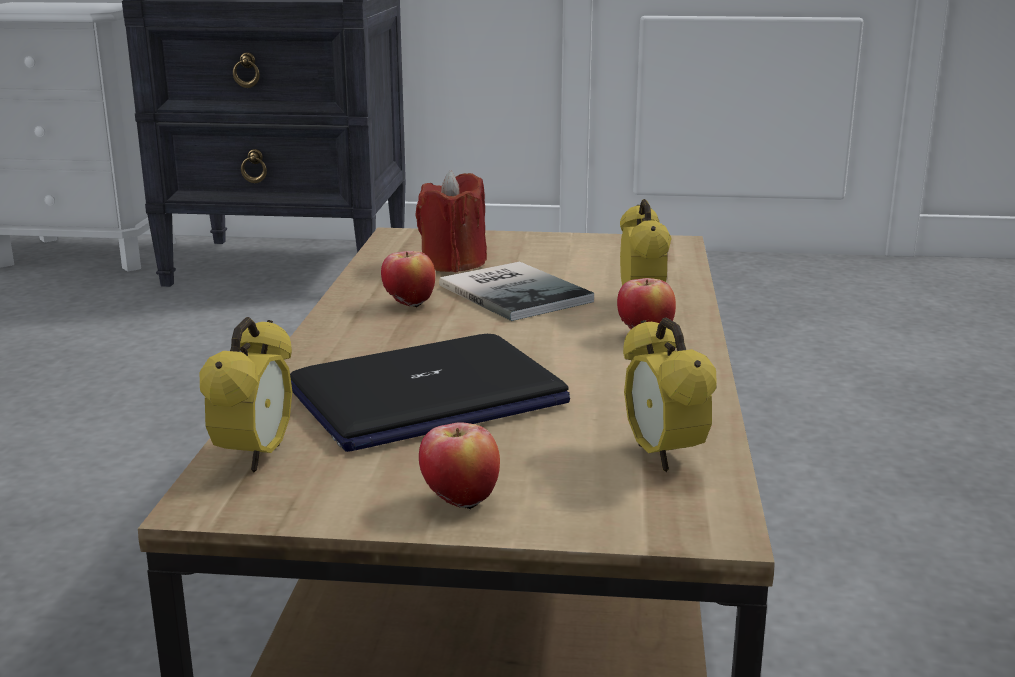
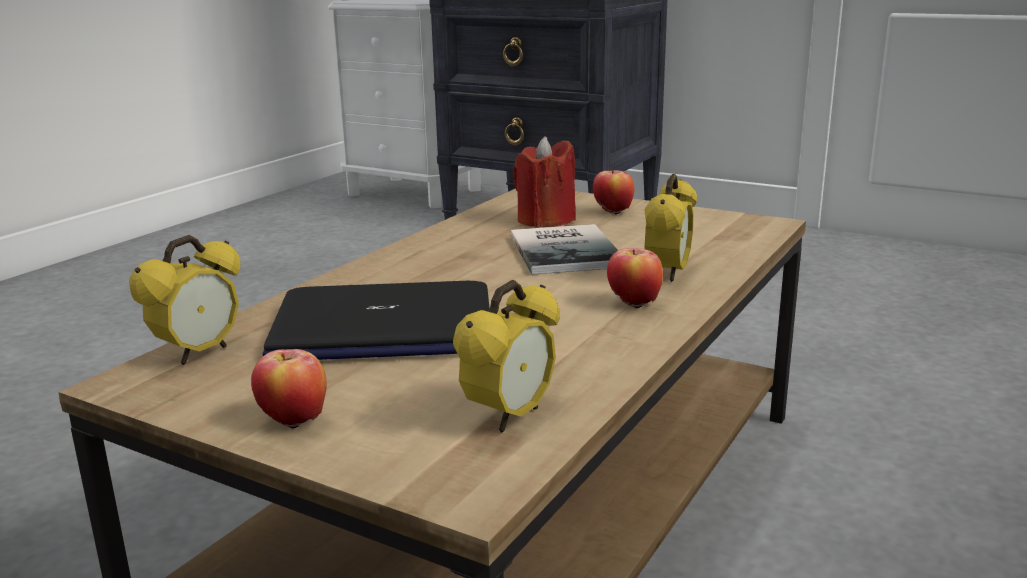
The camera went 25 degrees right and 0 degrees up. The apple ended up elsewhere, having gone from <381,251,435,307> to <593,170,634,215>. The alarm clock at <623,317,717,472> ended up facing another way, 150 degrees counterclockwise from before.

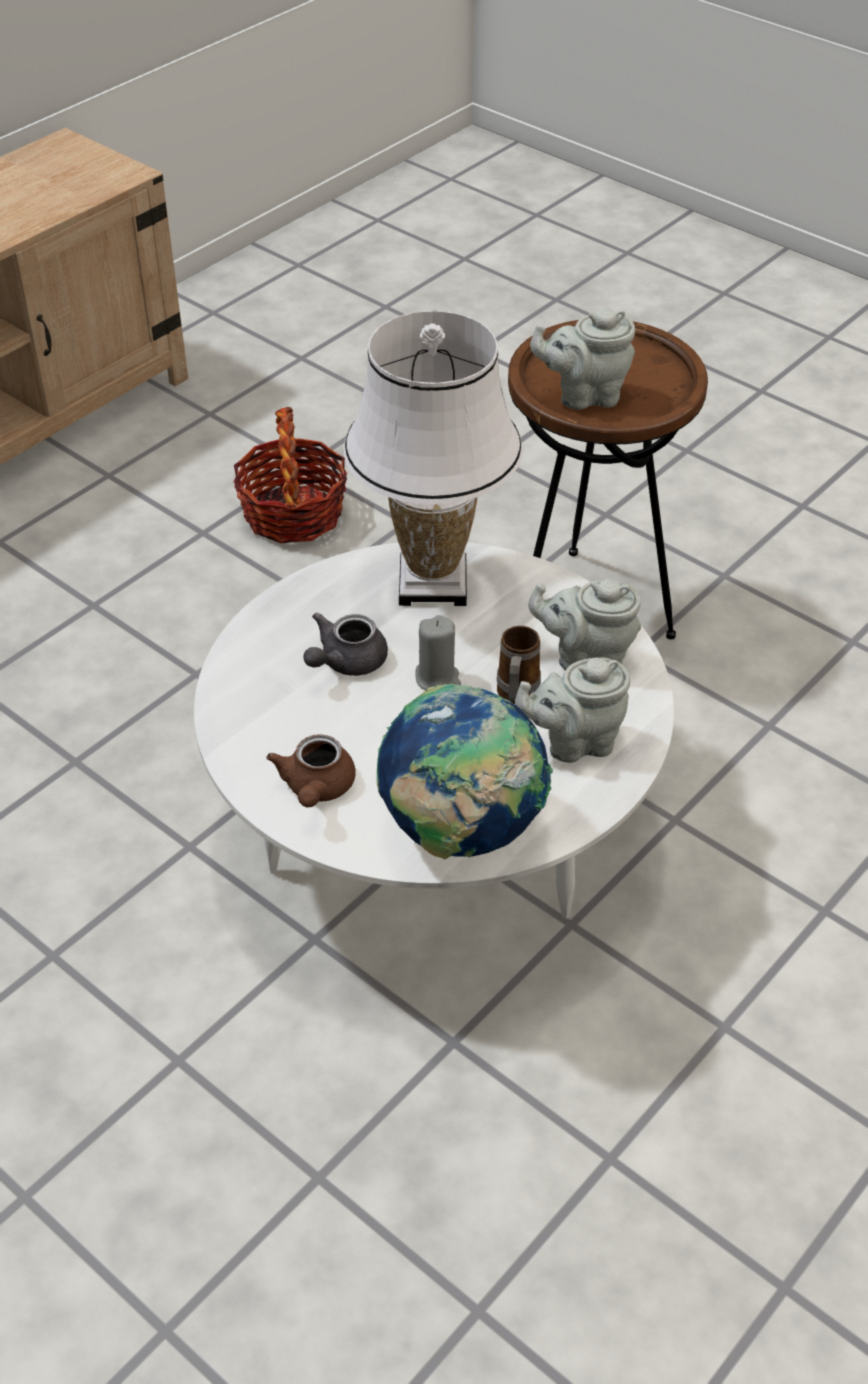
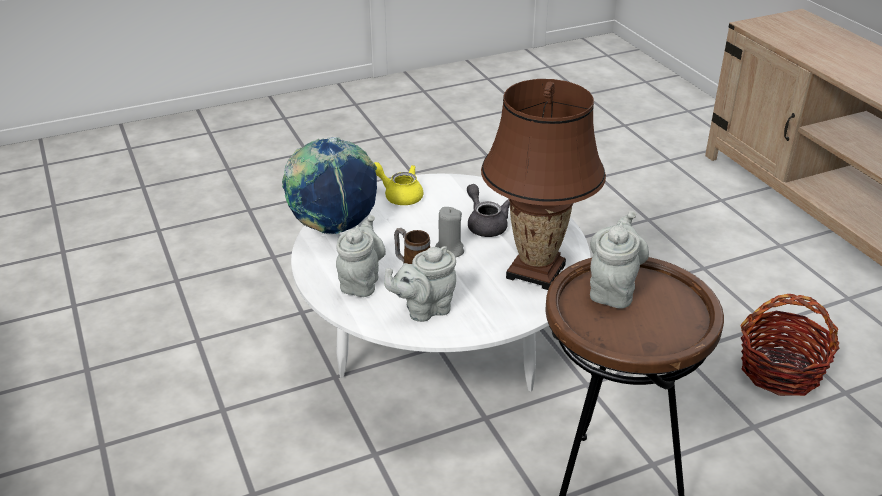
The camera went 115 degrees right and 10 degrees down. What was the teapot (brown) at <266,735,356,807> turned into the teapot (yellow) at <374,162,423,205>. What was the table lamp (white) at <343,311,523,606> turned into the table lamp (brown) at <481,79,606,290>. The teapot (grey) at <528,579,641,671> ended up facing another way, 150 degrees counterclockwise from before.

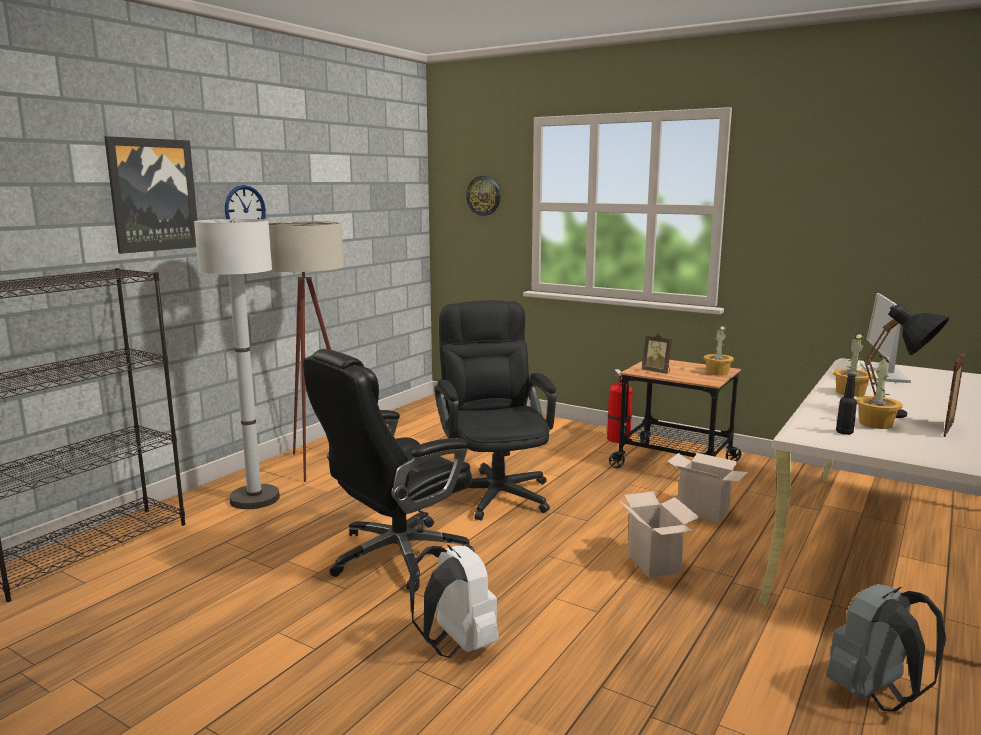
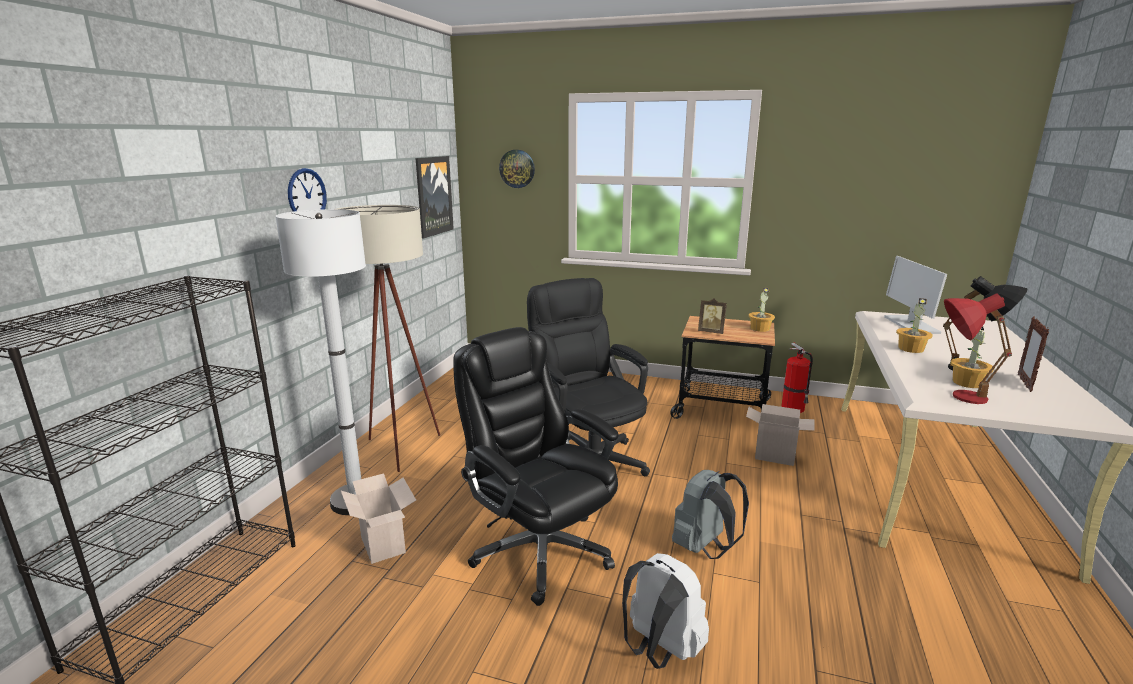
The camera went 15 degrees left and 5 degrees up. The picture ended up elsewhere, having gone from <104,136,197,254> to <416,156,454,238>. The fire extinguisher ended up elsewhere, having gone from <607,369,633,443> to <781,343,813,413>. The cardboard box ended up elsewhere, having gone from <618,492,700,578> to <341,473,416,564>. The backpack (grey) ended up elsewhere, having gone from <826,584,946,711> to <672,470,749,559>. Where the bottle (black) stood at <836,374,857,435>, the table lamp (red) came to stand at <944,293,1012,404>. The office chair (black) at <303,349,475,592> ended up facing another way, 105 degrees clockwise from before.

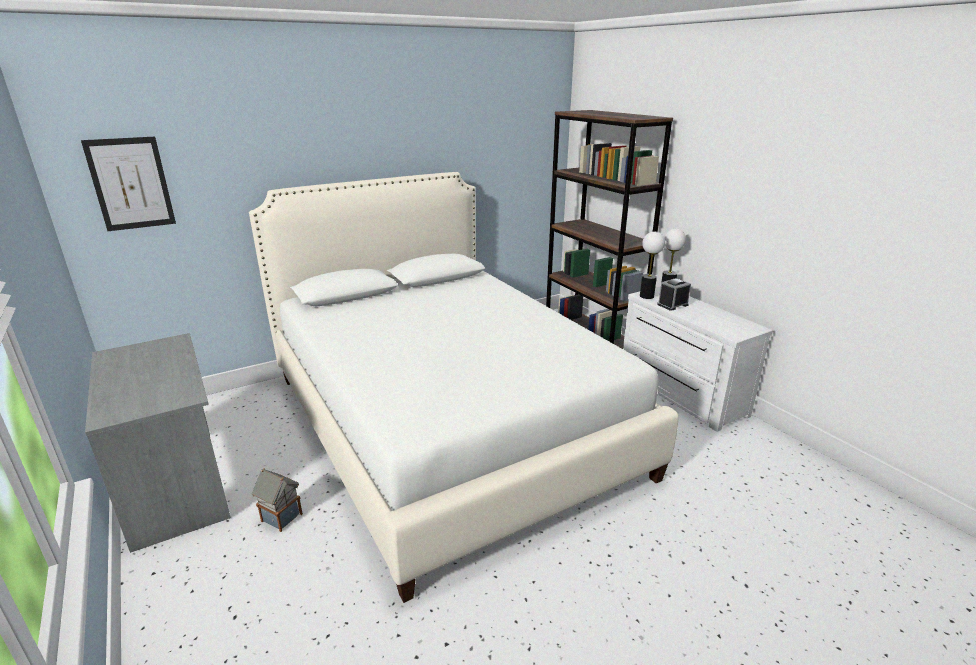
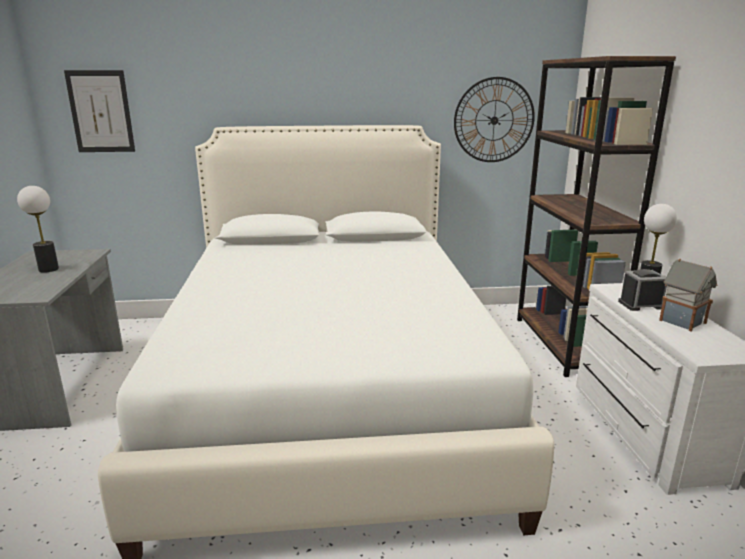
The camera went 25 degrees right and 5 degrees down. The second view gained the wall clock at <454,77,535,162>. The toy house ended up elsewhere, having gone from <252,468,303,532> to <659,259,717,332>. The table lamp ended up elsewhere, having gone from <640,232,665,299> to <17,186,59,273>.

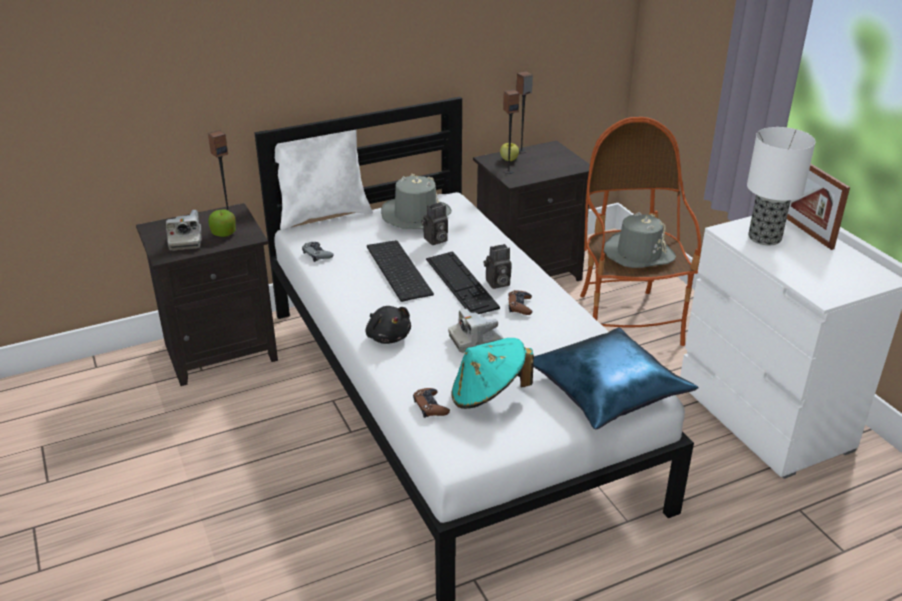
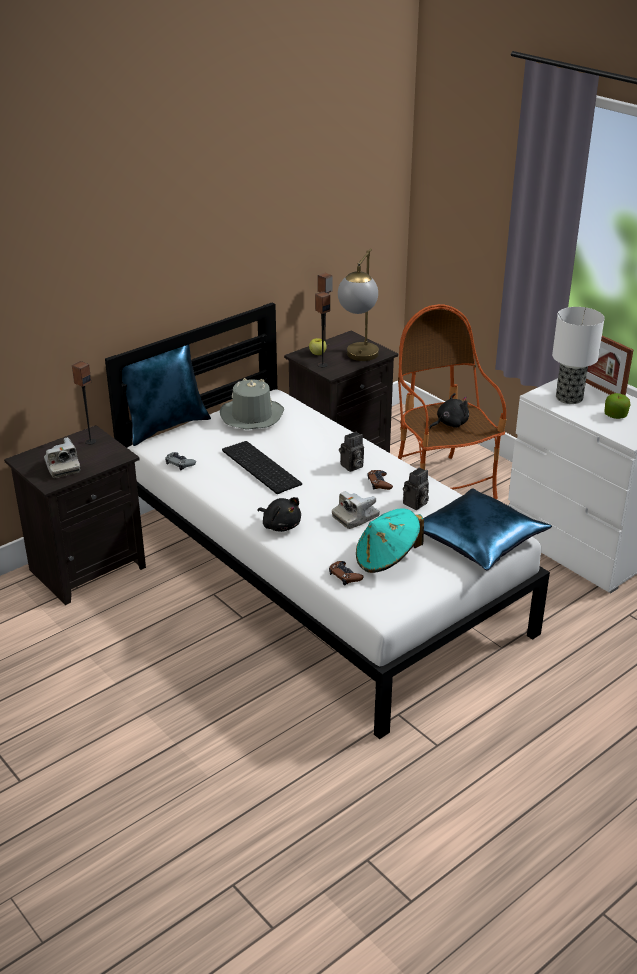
The camera went 15 degrees left and 0 degrees up. The second view lost the keyboard at <426,251,500,314>. The second view gained the table lamp at <338,248,379,361>. The apple ended up elsewhere, having gone from <208,209,236,237> to <604,393,631,419>. The photo camera ended up elsewhere, having gone from <421,202,448,245> to <403,468,429,510>. Where the hat (grey) stood at <604,212,676,268>, the plush toy (black) came to stand at <429,393,469,429>. What was the pillow (white) at <275,129,373,230> turned into the pillow (blue) at <122,345,211,446>.

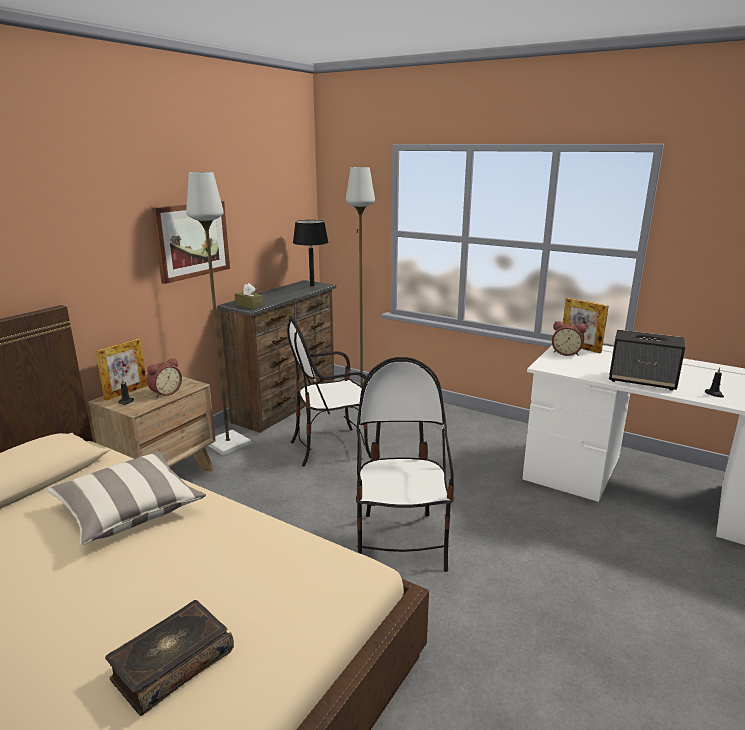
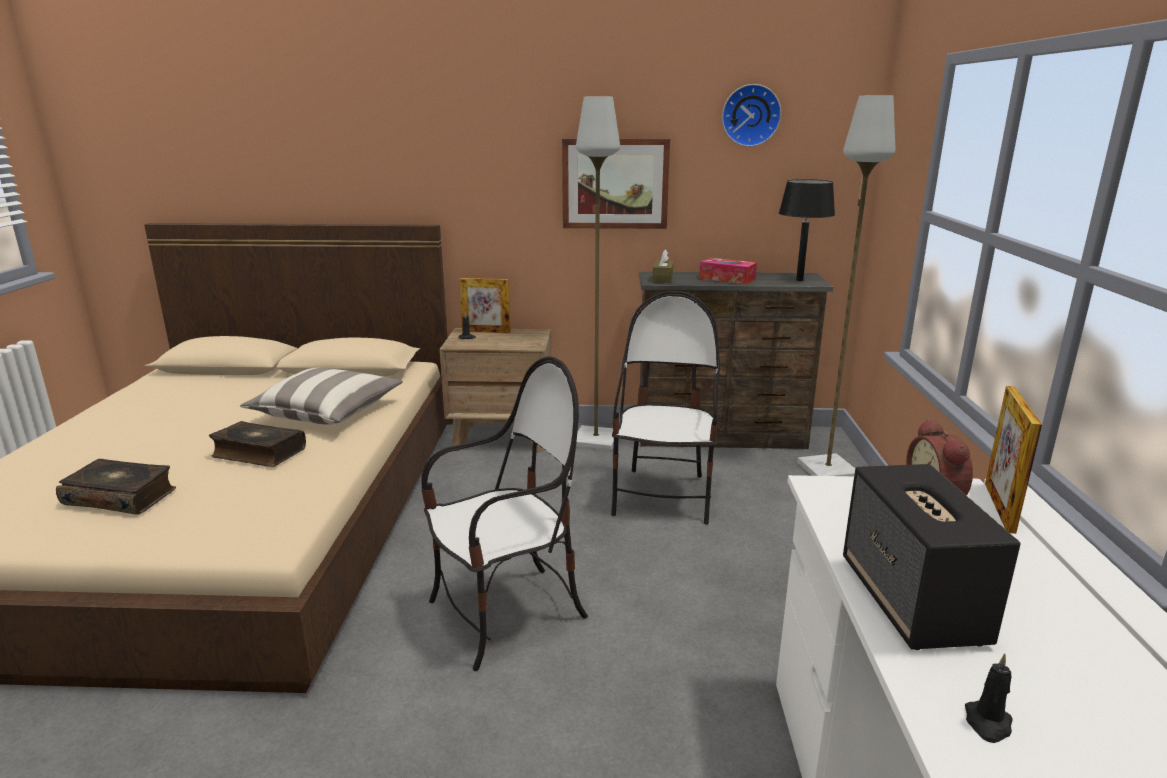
The camera went 60 degrees right and 0 degrees up. The second view lost the alarm clock at <147,358,182,398>. The second view gained the book at <209,421,306,467>. The second view gained the tissue box at <699,258,757,284>. The second view gained the wall clock at <722,84,781,147>. The chair at <287,316,371,466> ended up facing another way, 60 degrees clockwise from before.

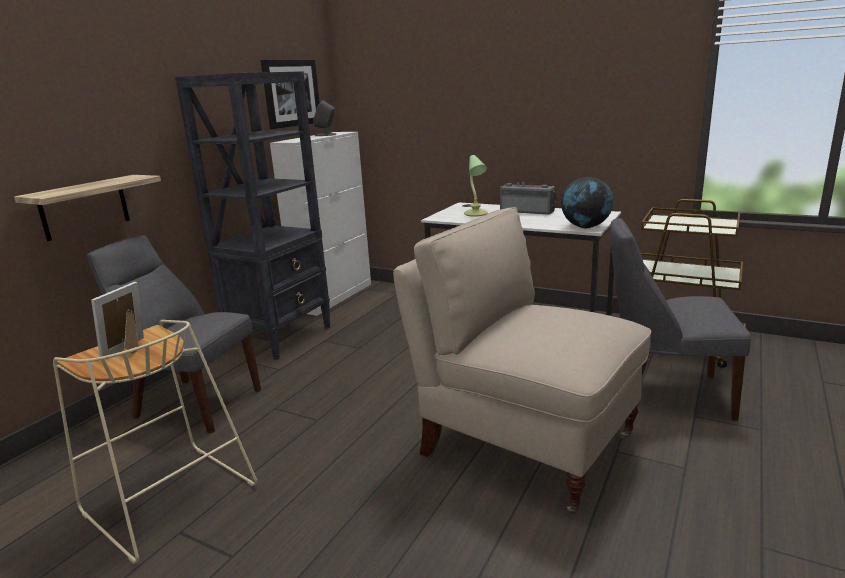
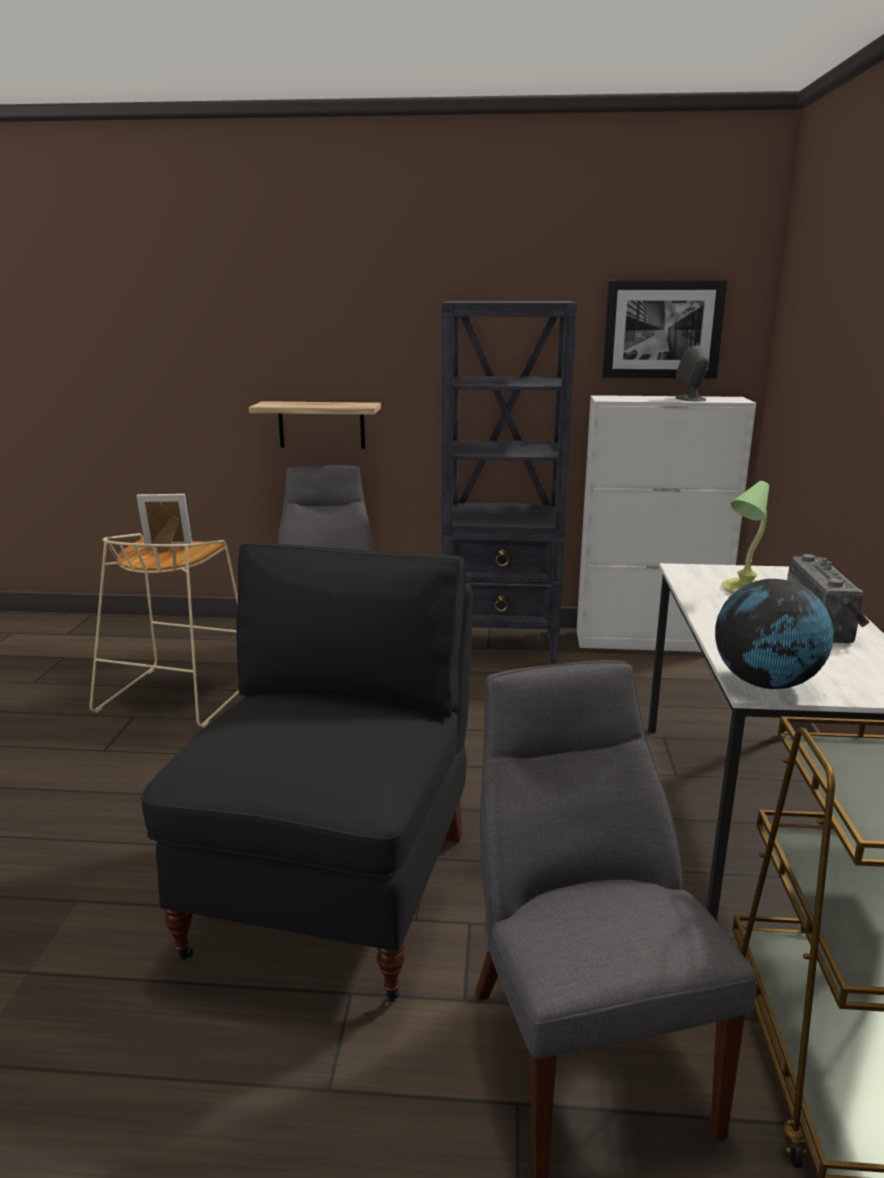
The camera went 65 degrees right and 0 degrees up. What was the chair (beige) at <393,207,651,514> turned into the chair (black) at <141,543,473,1002>.

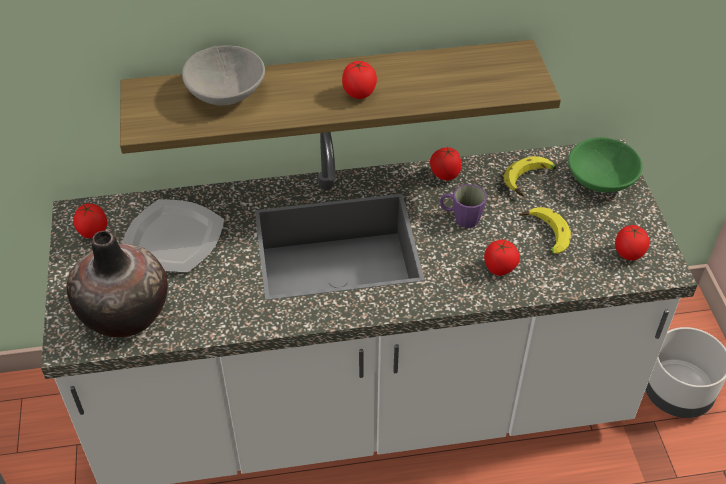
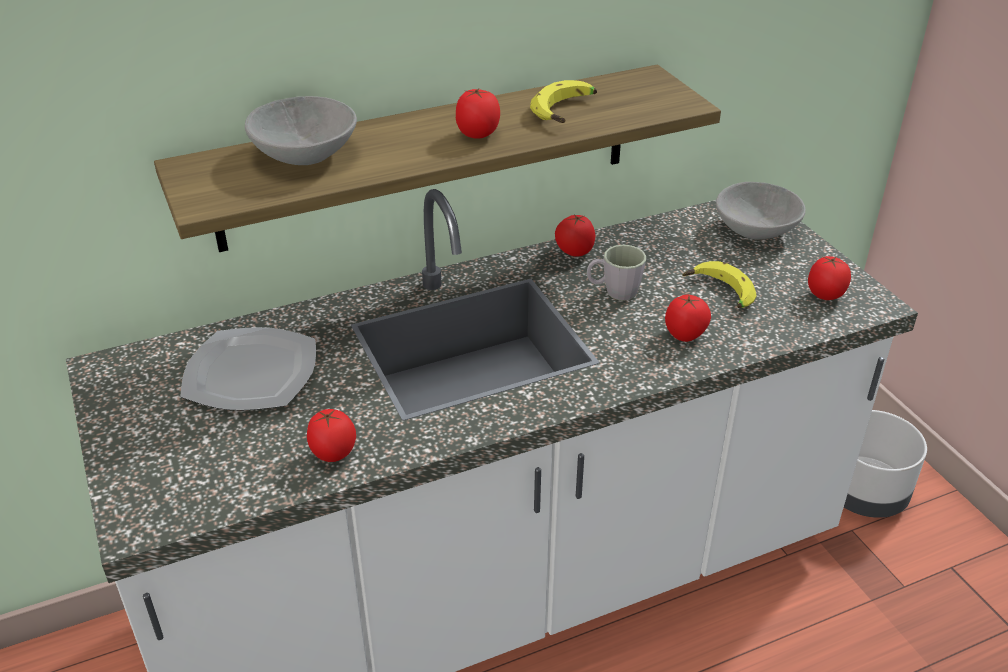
The camera went 15 degrees left and 10 degrees down. The second view lost the vase at <67,231,168,337>. The tomato ended up elsewhere, having gone from <74,204,107,238> to <307,409,356,462>. The banana ended up elsewhere, having gone from <504,156,556,197> to <530,80,597,123>. What was the mug (purple) at <440,184,487,228> turned into the mug (grey) at <587,245,646,301>. What was the bowl (green) at <568,137,643,192> turned into the bowl (grey) at <716,182,806,240>.

